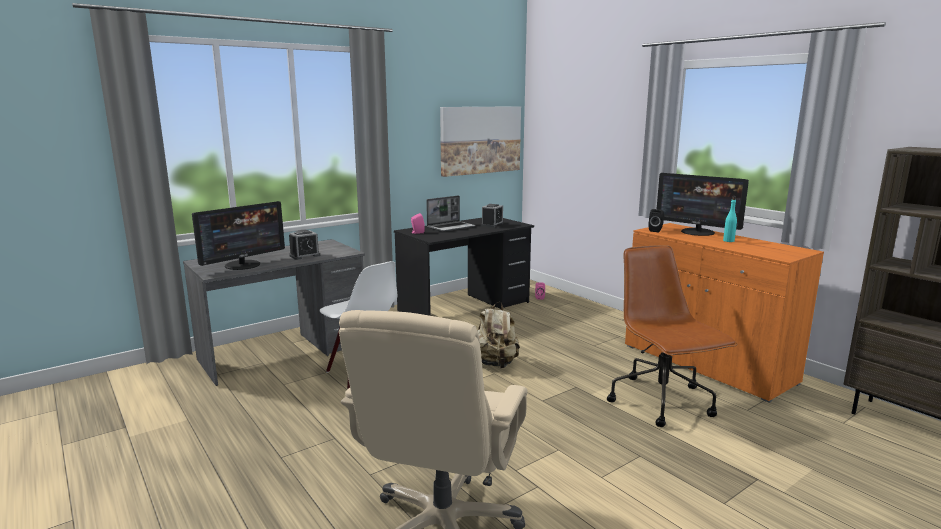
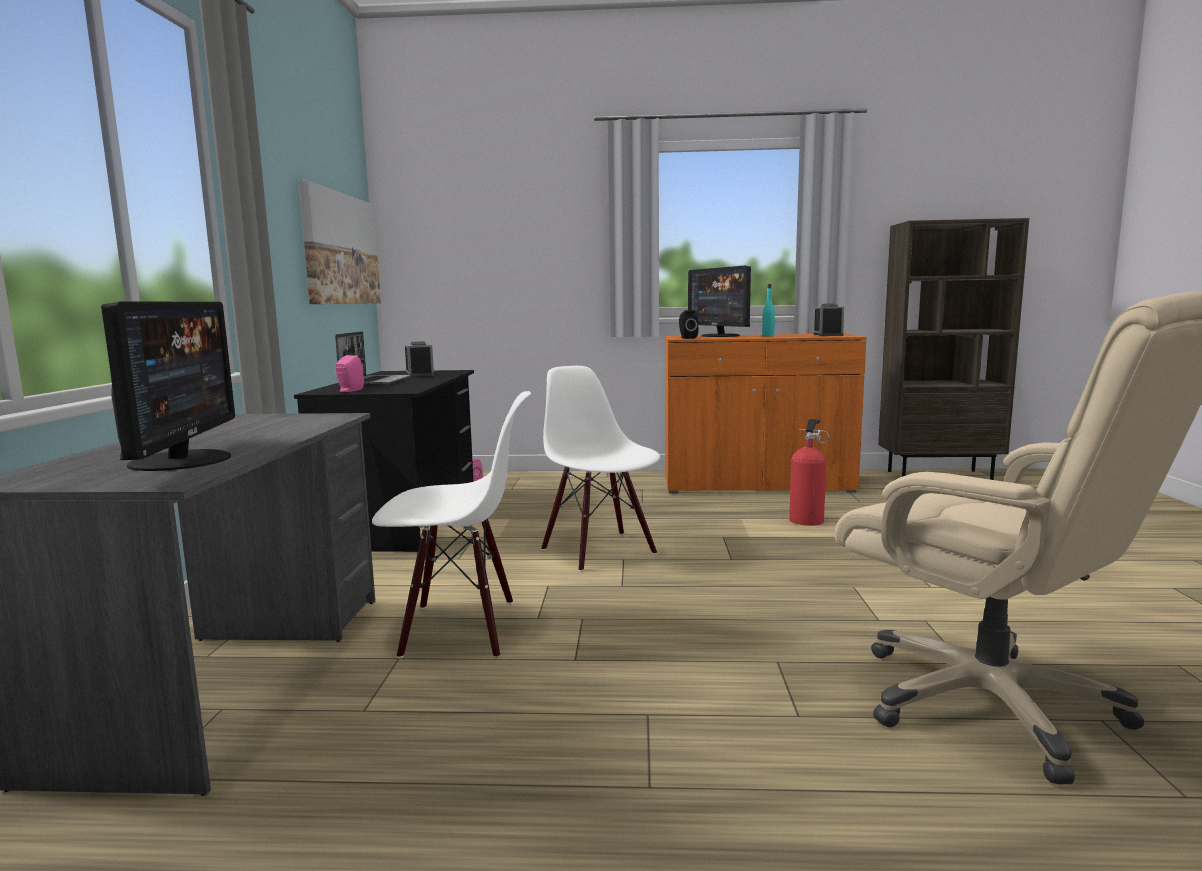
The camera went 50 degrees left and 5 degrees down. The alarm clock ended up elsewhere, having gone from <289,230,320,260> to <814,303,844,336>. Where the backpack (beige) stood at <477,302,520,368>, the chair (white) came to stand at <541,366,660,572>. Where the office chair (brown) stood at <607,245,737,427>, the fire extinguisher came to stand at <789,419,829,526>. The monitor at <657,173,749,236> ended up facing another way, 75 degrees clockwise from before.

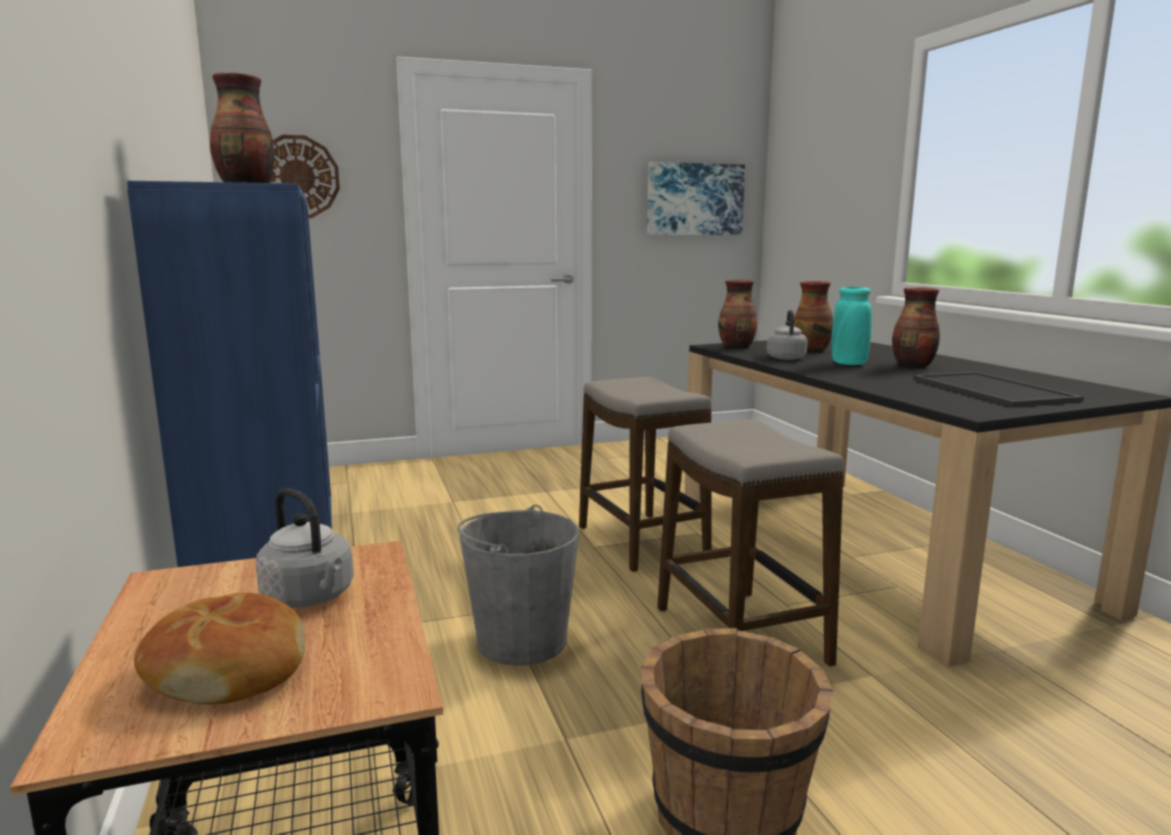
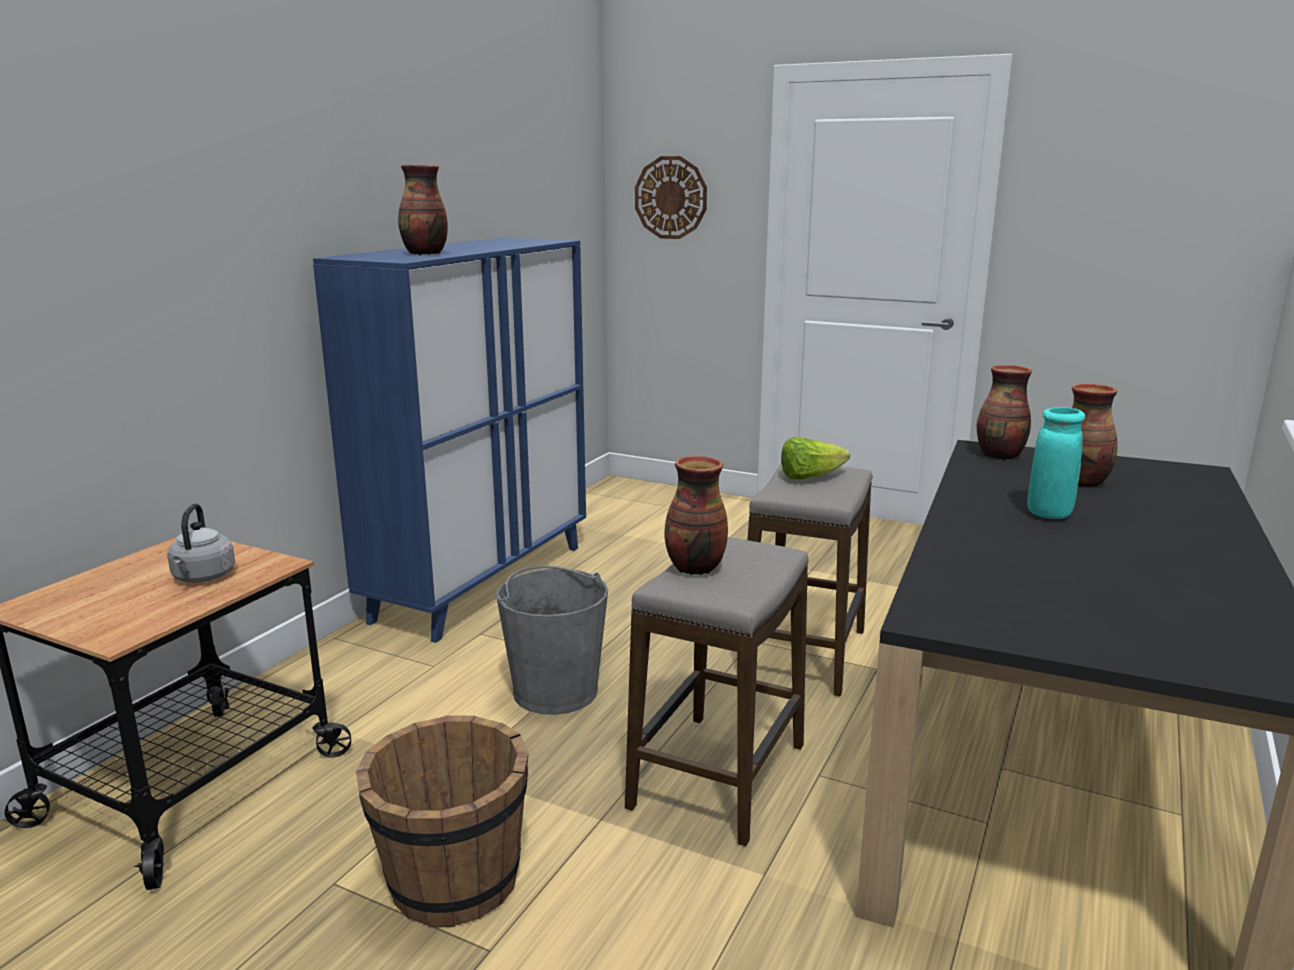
The camera went 45 degrees right and 5 degrees up. The second view lost the bread at <134,593,305,705>. The second view lost the picture at <647,162,745,235>. The second view lost the kettle (grey) at <767,310,808,360>. The second view lost the tray at <913,372,1084,407>. The second view gained the lettuce at <781,437,850,480>. The vase ended up elsewhere, having gone from <892,287,940,368> to <664,456,728,575>.

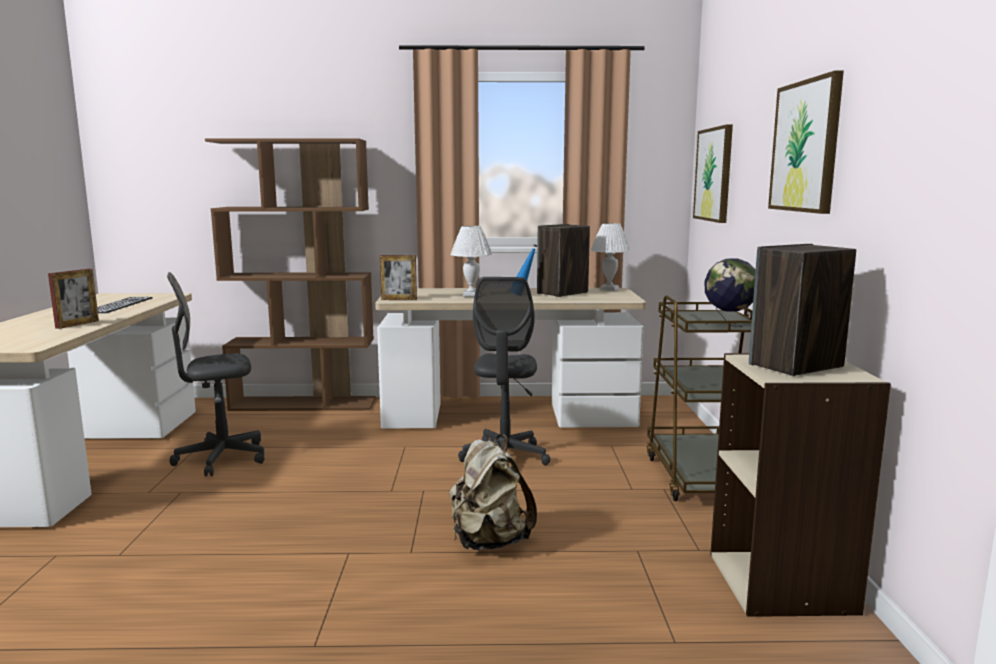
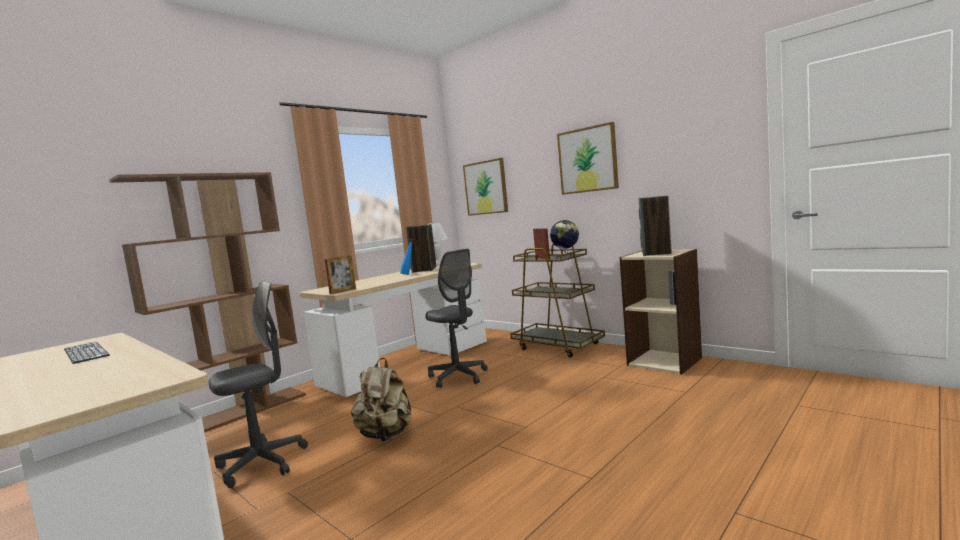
The camera went 45 degrees left and 5 degrees down. The second view lost the table lamp (white) at <450,226,493,297>. The picture frame ended up elsewhere, having gone from <48,269,99,329> to <533,228,550,259>. The backpack (beige) ended up elsewhere, having gone from <449,435,537,550> to <351,358,412,442>. The office chair (grey) at <167,272,264,477> ended up facing another way, 150 degrees counterclockwise from before.

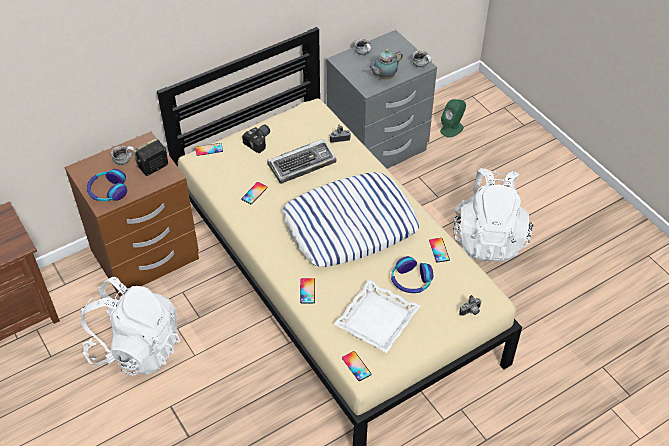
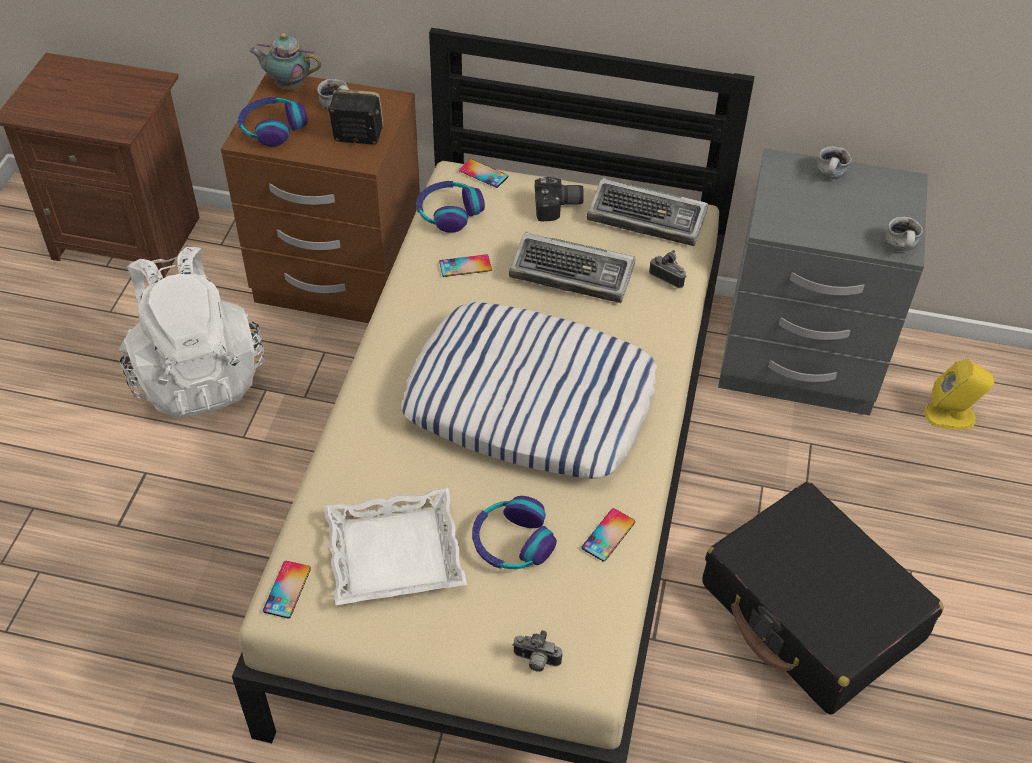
The camera went 45 degrees right and 0 degrees up. The second view lost the phone at <300,278,315,304>. The second view gained the headphones at <416,181,485,233>. The second view gained the keyboard at <587,178,708,246>. The teapot ended up elsewhere, having gone from <369,49,403,80> to <249,33,321,90>. Where the backpack (white) stood at <453,168,533,262>, the suitcase (black) came to stand at <702,482,944,715>. What was the speaker (green) at <440,99,466,138> turned into the speaker (yellow) at <924,359,994,429>.

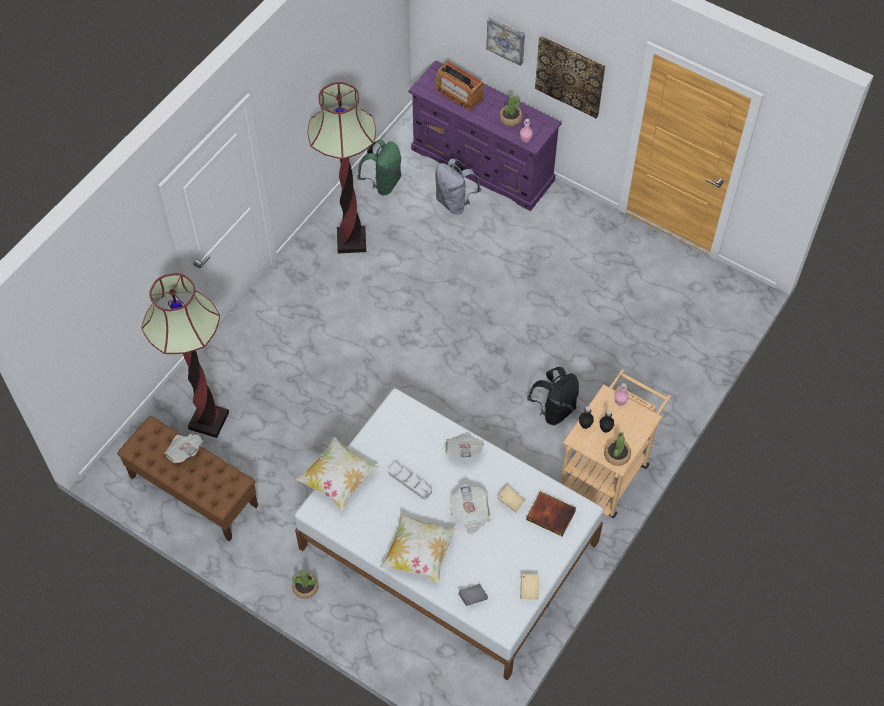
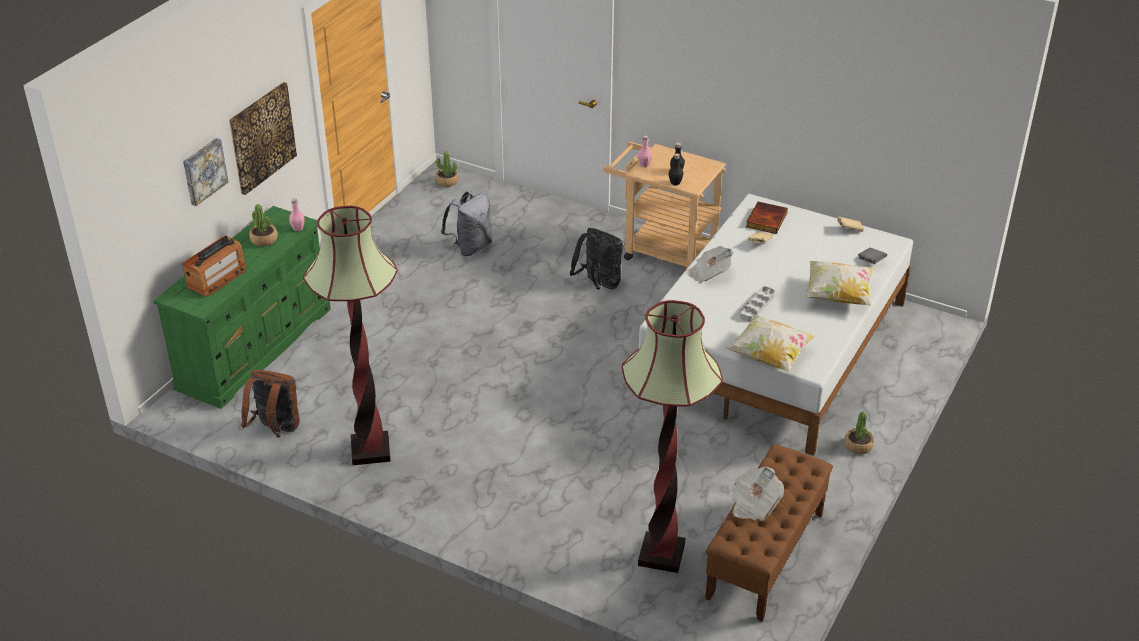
The camera went 95 degrees left and 20 degrees down. The second view lost the newspaper at <451,484,491,534>. The backpack (grey) ended up elsewhere, having gone from <435,158,481,214> to <441,191,492,256>. The potted plant ended up elsewhere, having gone from <604,432,631,466> to <436,151,459,187>. What was the backpack (green) at <357,139,402,195> turned into the backpack (brown) at <241,370,300,438>. What was the dresser (purple) at <409,60,562,211> turned into the dresser (green) at <153,206,331,409>.

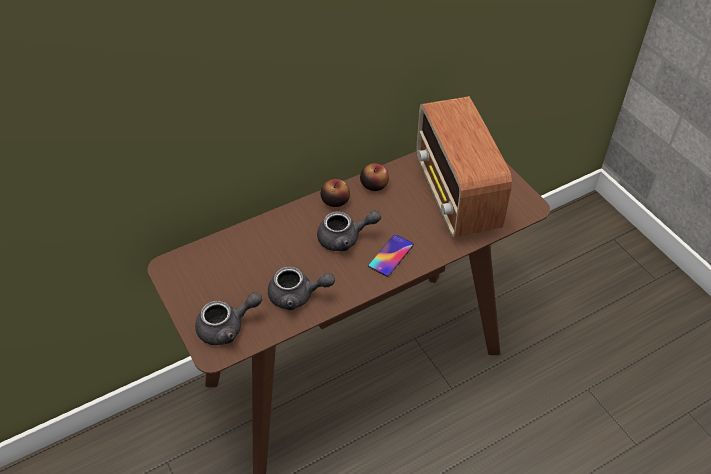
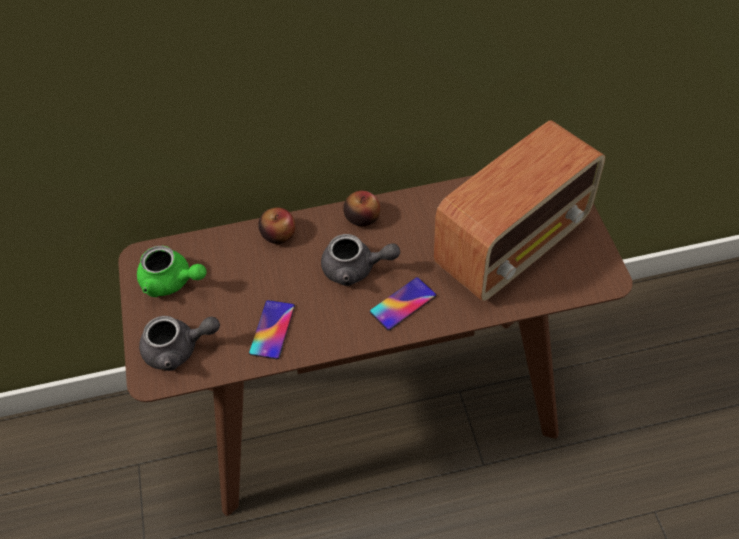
The camera went 20 degrees right and 5 degrees up. The second view gained the teapot (green) at <137,246,206,297>. The apple ended up elsewhere, having gone from <360,163,389,191> to <258,207,295,244>. Where the teapot (grey) stood at <268,266,335,310>, the phone came to stand at <249,300,295,359>. The radio at <416,96,512,237> ended up facing another way, 135 degrees counterclockwise from before.

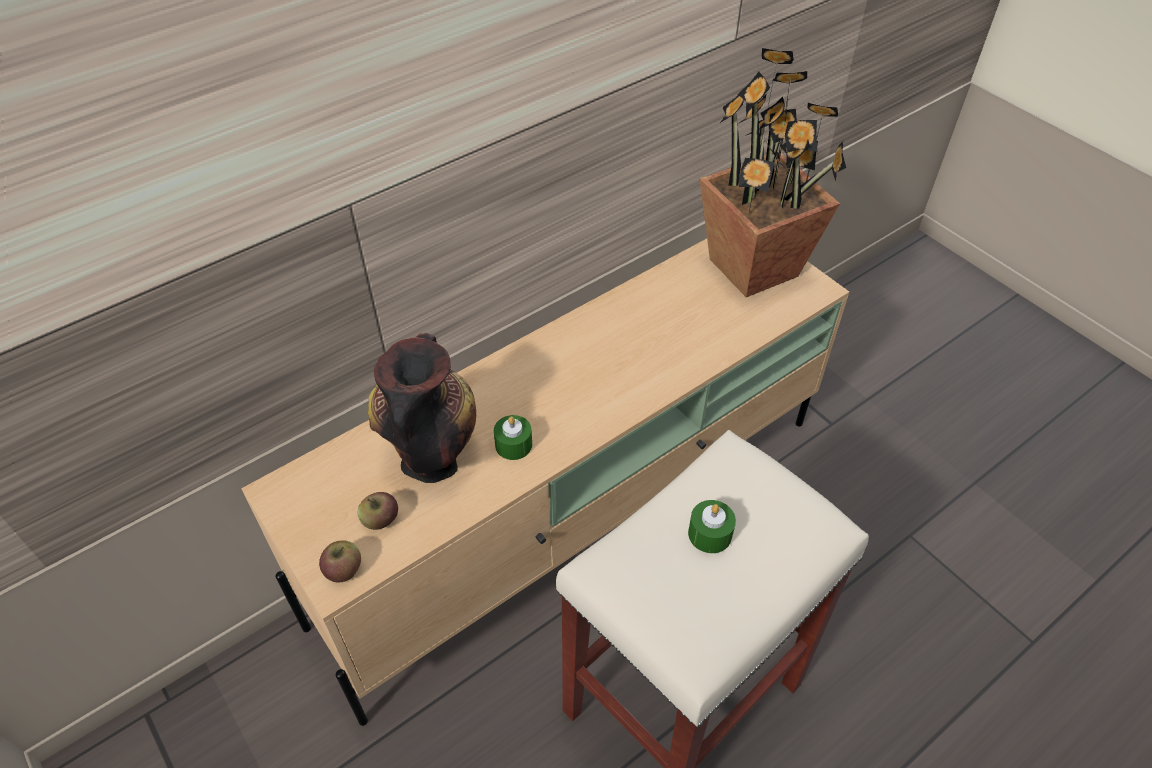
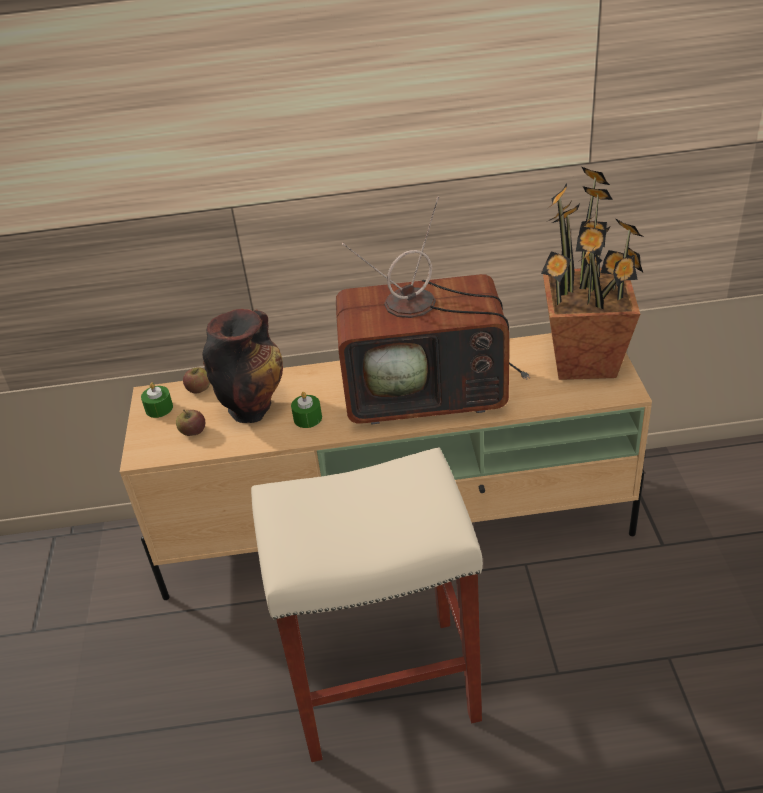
The camera went 35 degrees right and 10 degrees down. The second view gained the television at <336,196,530,425>. The apple ended up elsewhere, having gone from <319,540,361,582> to <183,367,210,394>. The candle (green) ended up elsewhere, having gone from <688,500,736,553> to <141,382,173,418>.

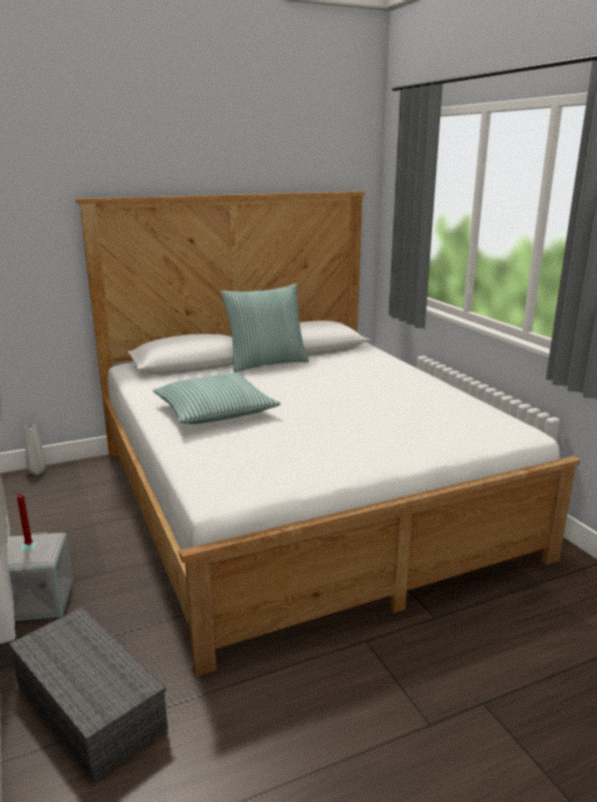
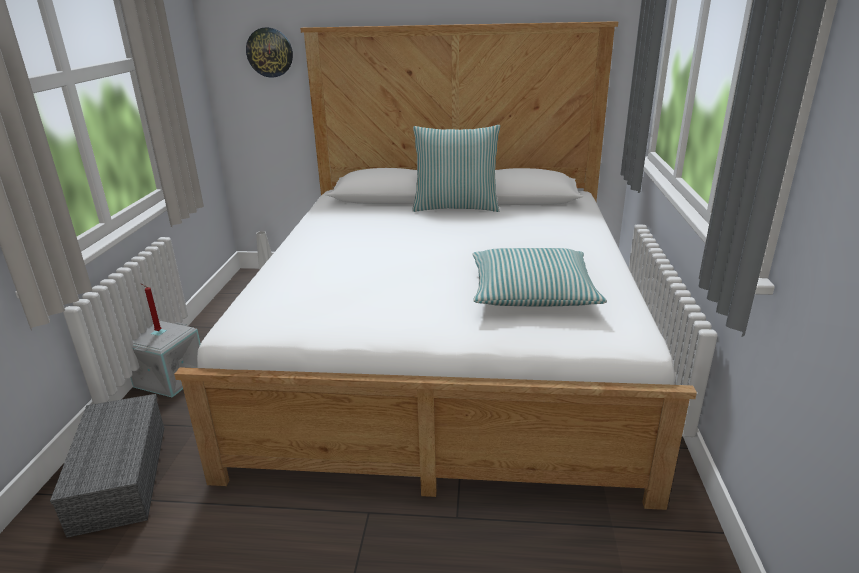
The camera went 30 degrees right and 5 degrees up. The second view gained the wall clock at <246,27,293,78>. The pillow ended up elsewhere, having gone from <153,373,281,424> to <472,248,607,306>.

